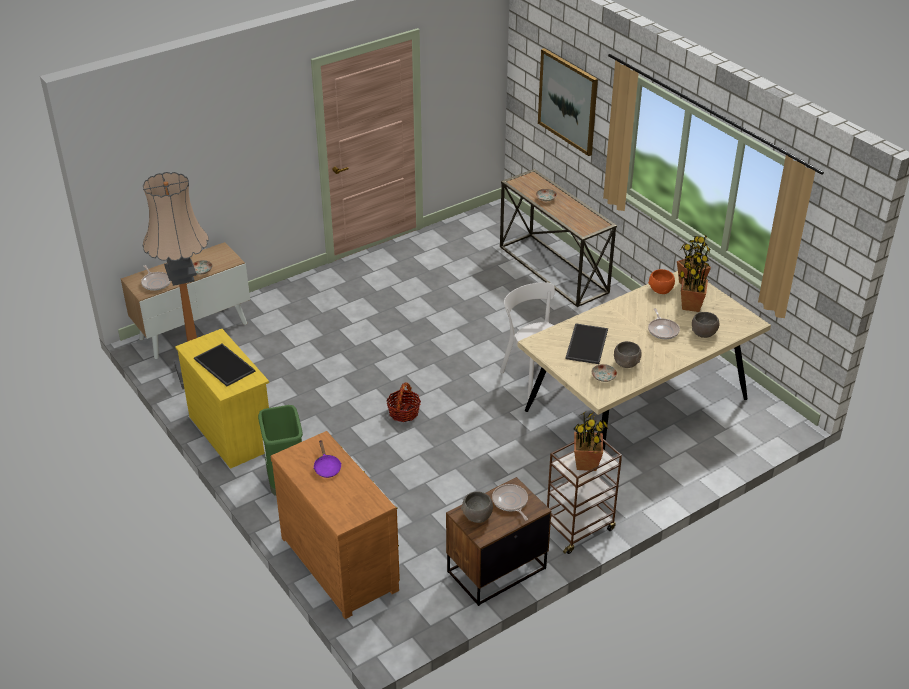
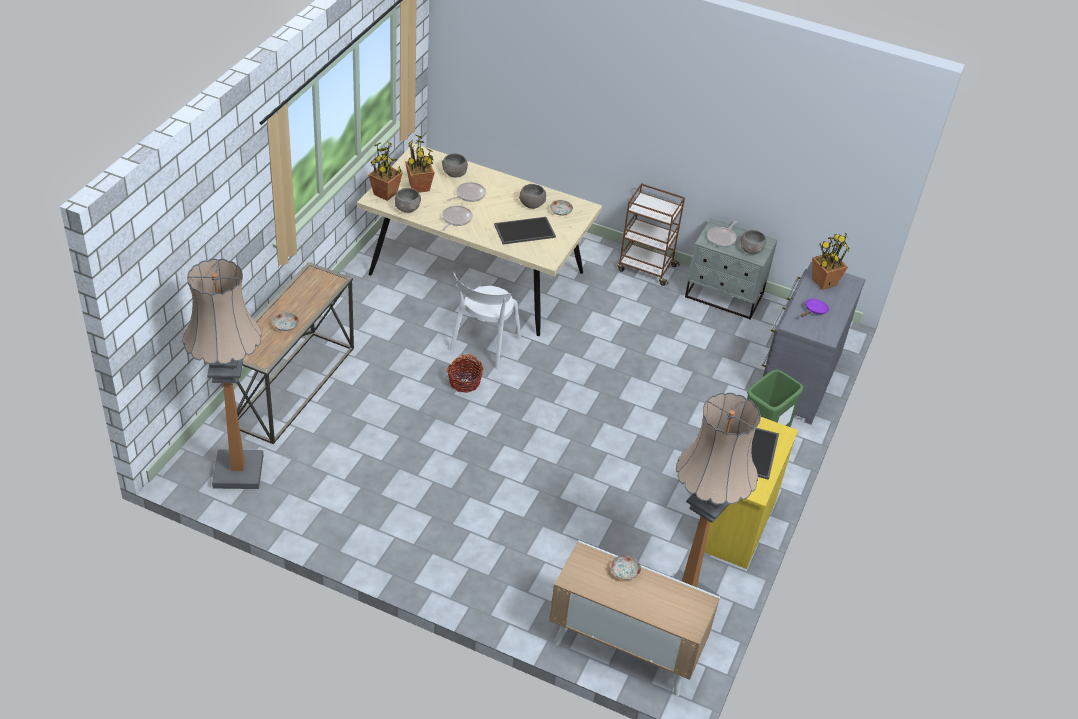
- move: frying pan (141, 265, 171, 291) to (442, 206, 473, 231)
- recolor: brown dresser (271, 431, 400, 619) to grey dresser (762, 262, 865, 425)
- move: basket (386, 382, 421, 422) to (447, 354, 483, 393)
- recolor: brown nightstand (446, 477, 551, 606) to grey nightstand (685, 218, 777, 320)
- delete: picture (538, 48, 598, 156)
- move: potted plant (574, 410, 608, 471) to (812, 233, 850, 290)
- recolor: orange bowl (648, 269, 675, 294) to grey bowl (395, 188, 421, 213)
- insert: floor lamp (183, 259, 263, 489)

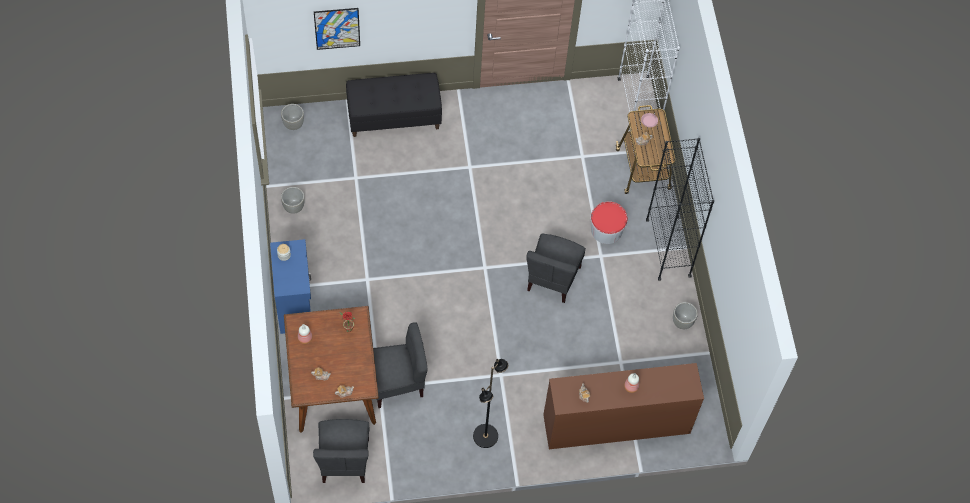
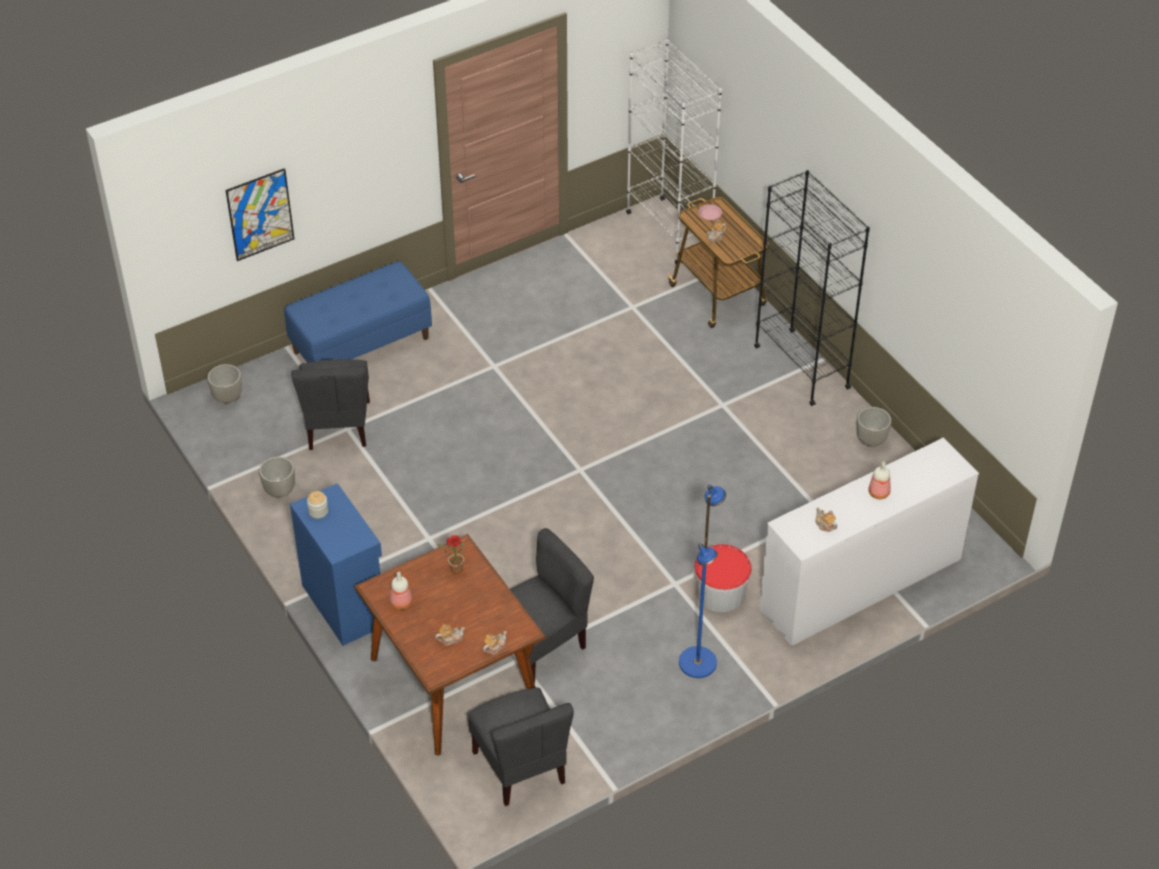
- recolor: black bench (346, 73, 442, 137) to blue bench (284, 261, 432, 363)
- recolor: black floor lamp (473, 359, 508, 448) to blue floor lamp (679, 484, 726, 678)
- move: grey chair (526, 234, 586, 303) to (291, 359, 370, 450)
- recolor: brown dresser (543, 363, 704, 449) to white dresser (759, 438, 979, 646)
- move: bucket (590, 202, 628, 244) to (693, 544, 752, 612)

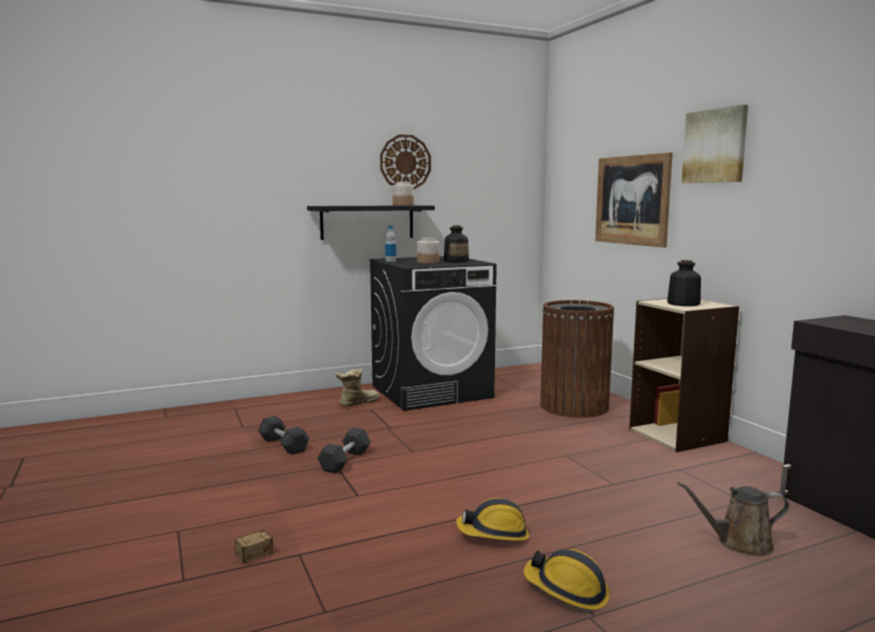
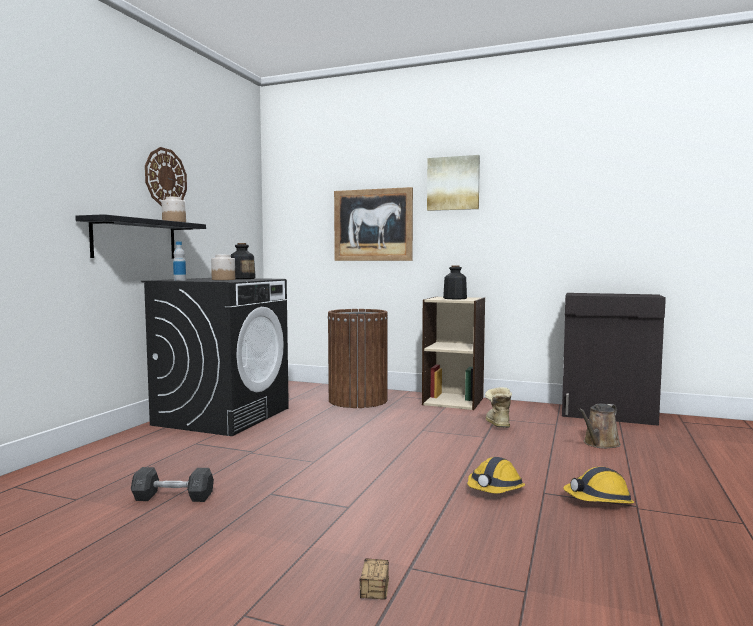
- delete: grey dumbbell (317, 428, 371, 473)
- move: boot (336, 369, 380, 406) to (485, 387, 512, 428)

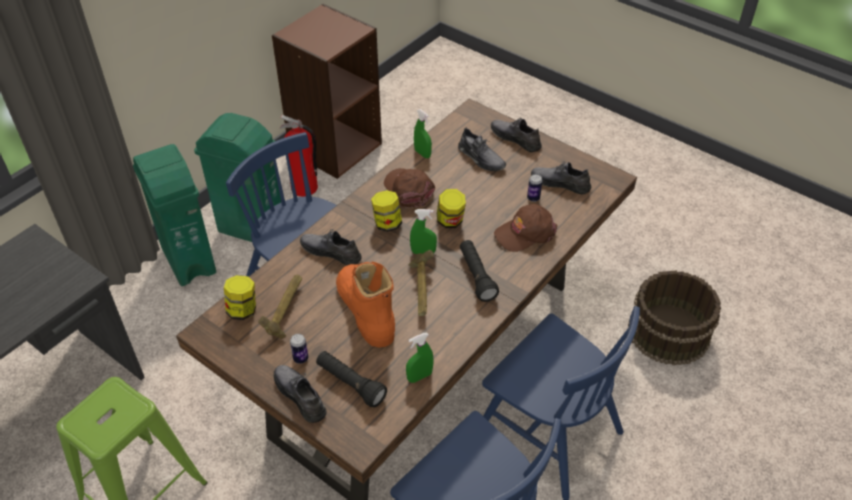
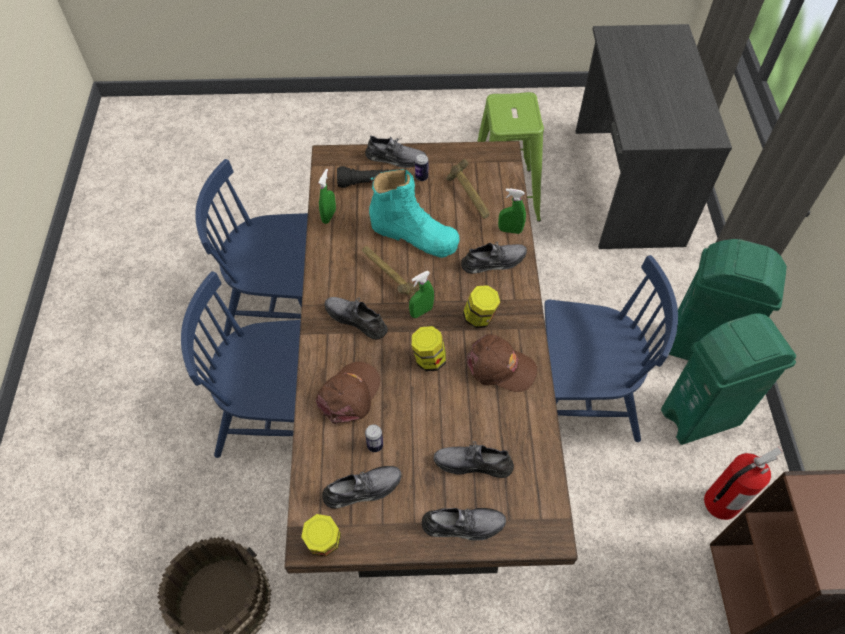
- move: jar (224, 275, 256, 320) to (301, 514, 341, 557)
- recolor: orange boot (336, 261, 395, 347) to turquoise boot (369, 169, 460, 258)
- move: green spray bottle (414, 109, 432, 158) to (498, 188, 526, 234)
- replace: black flashlight (460, 240, 499, 302) to grey shoe (325, 297, 388, 340)

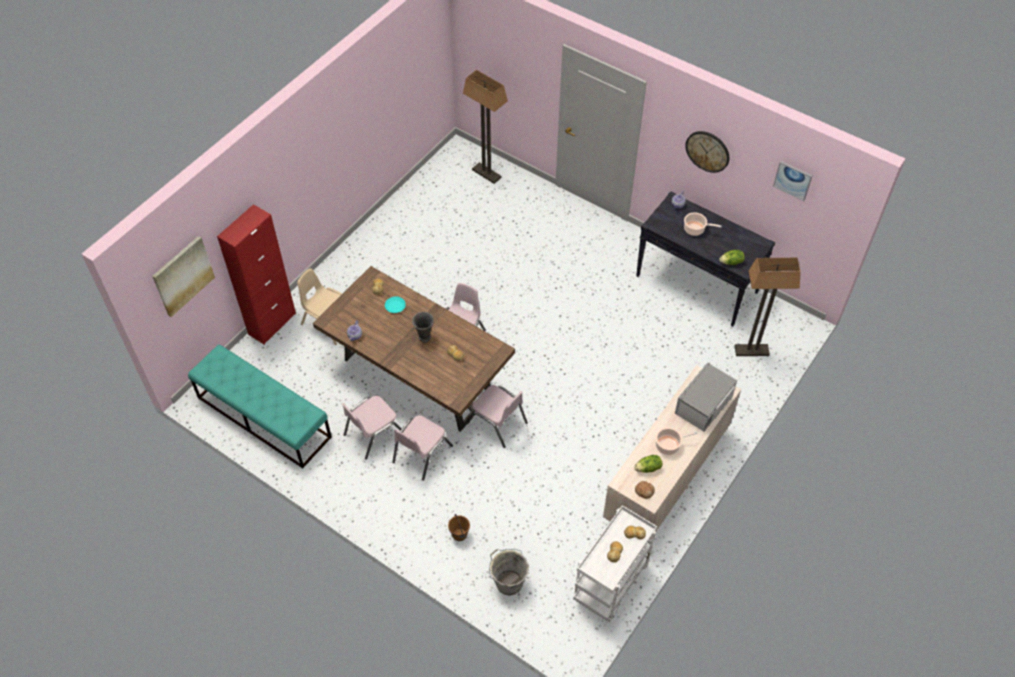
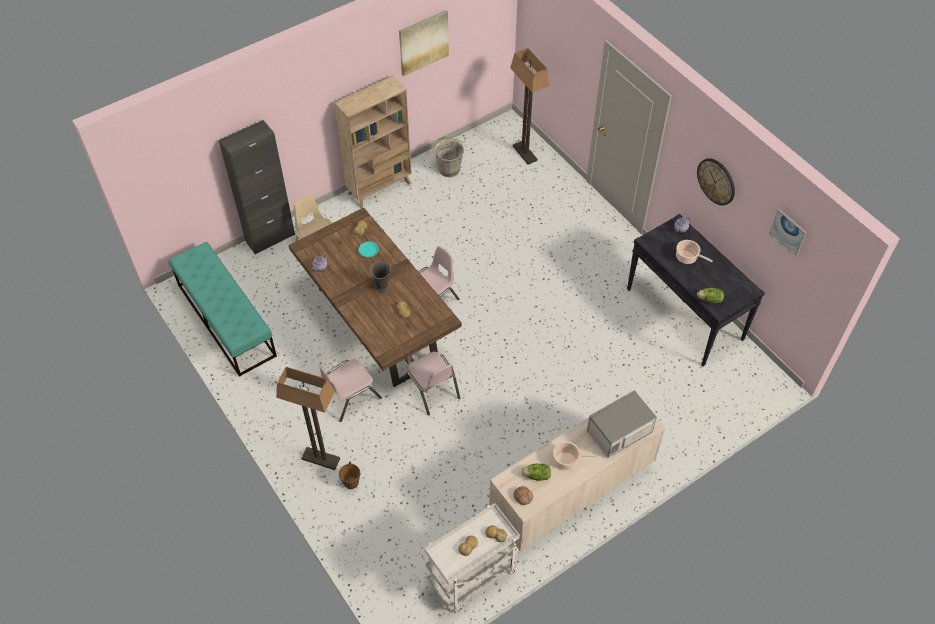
- move: picture (152, 236, 215, 317) to (399, 10, 449, 76)
- recolor: red cabinet (217, 204, 296, 344) to black cabinet (219, 120, 295, 255)
- delete: pink chair (342, 396, 403, 460)
- move: grey bucket (489, 549, 529, 596) to (433, 137, 464, 177)
- move: floor lamp (734, 258, 801, 356) to (276, 367, 340, 470)
- insert: beige bookcase (334, 76, 412, 208)

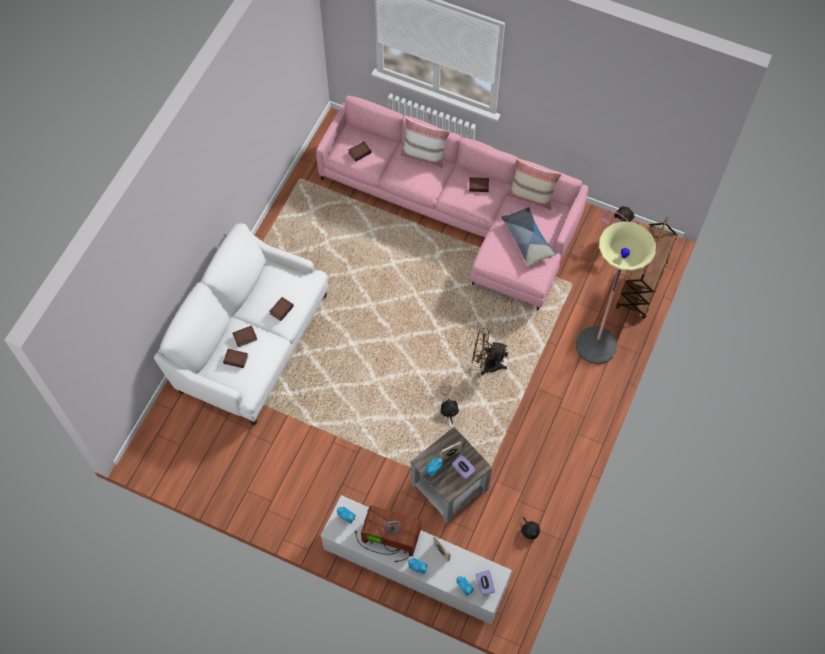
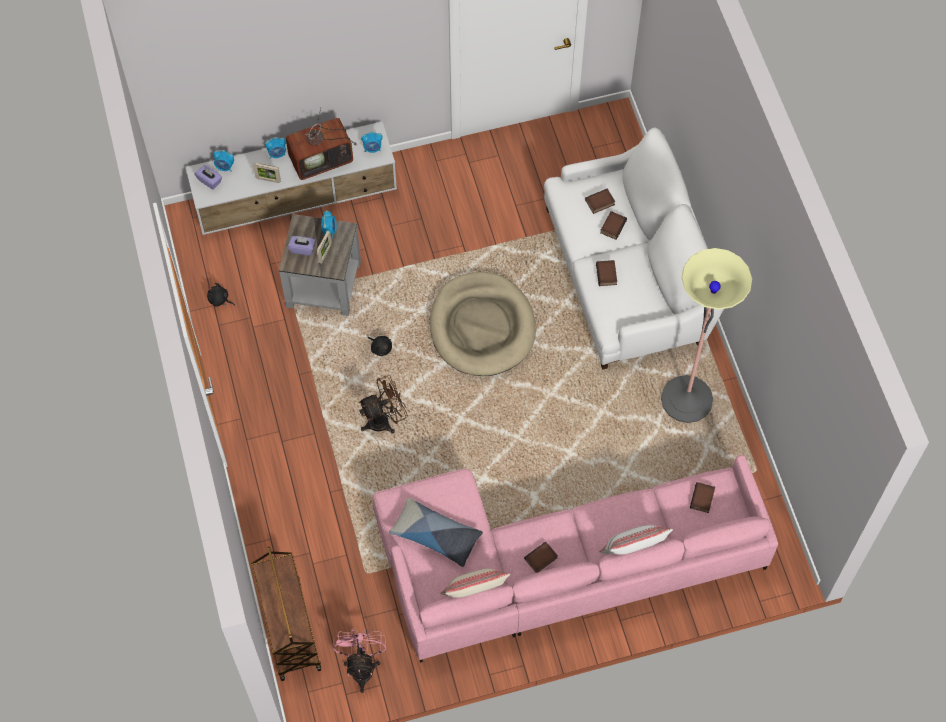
- move: floor lamp (576, 221, 656, 364) to (661, 248, 752, 423)
- insert: beige dog bed (430, 272, 536, 376)

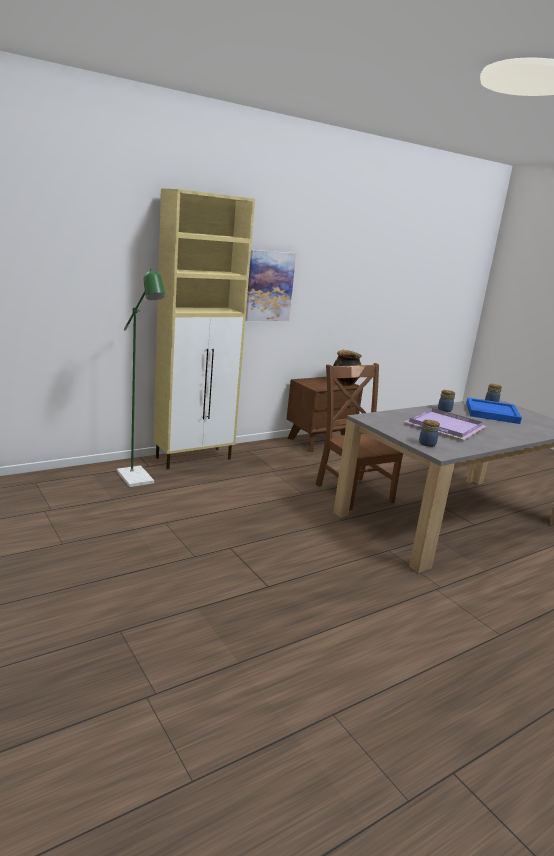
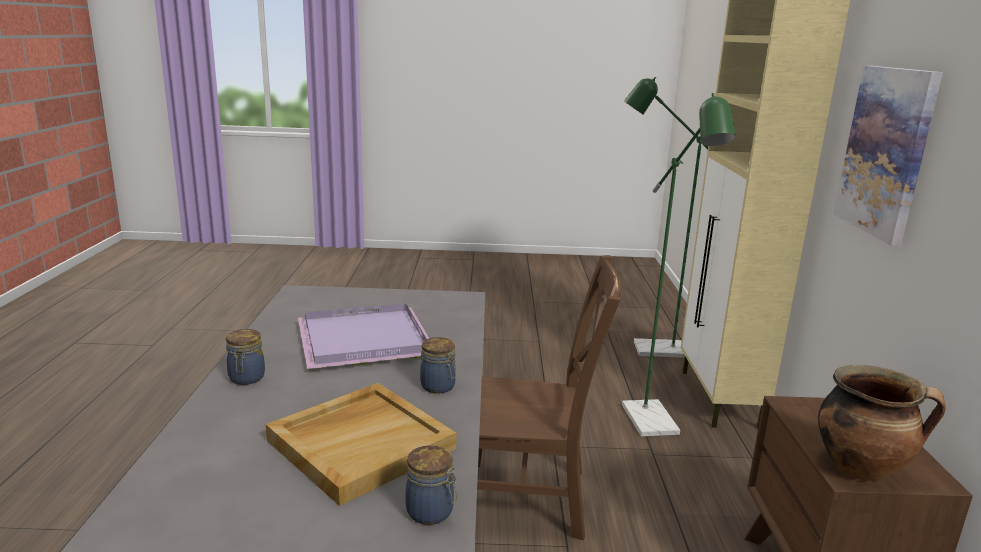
- move: jar (419, 420, 440, 447) to (226, 329, 265, 385)
- recolor: blue tray (466, 398, 522, 424) to beige tray (266, 383, 457, 506)
- insert: green floor lamp (622, 93, 736, 436)

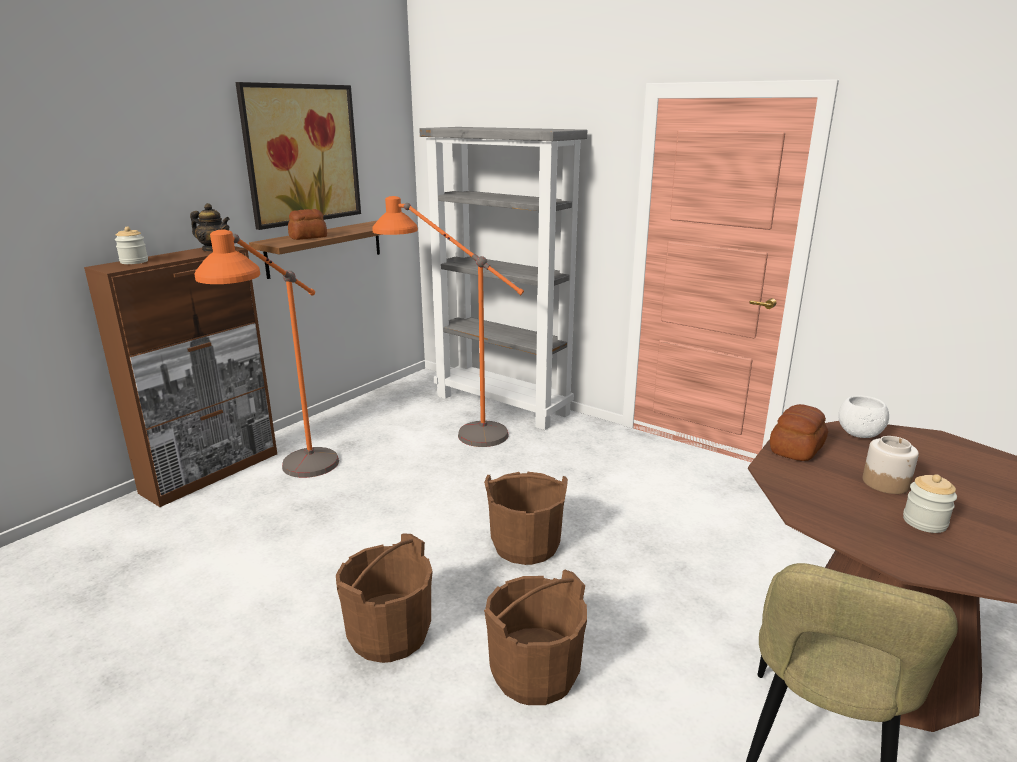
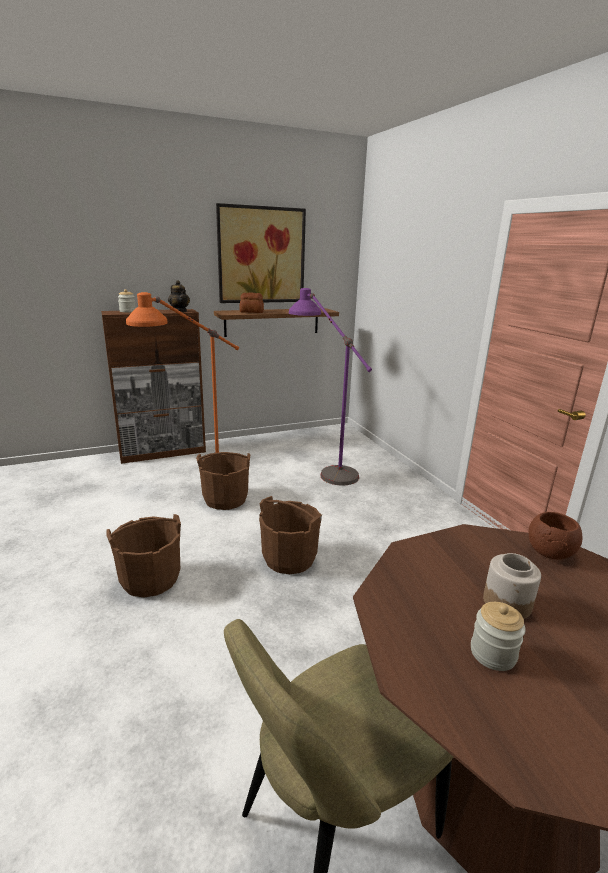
- recolor: orange floor lamp (372, 196, 524, 447) to purple floor lamp (289, 288, 372, 486)
- delete: grey bookcase (419, 127, 587, 430)
- move: brown bucket (484, 570, 587, 705) to (196, 452, 250, 510)
- delete: bread (770, 404, 828, 461)
- recolor: white bowl (838, 395, 889, 438) to brown bowl (528, 512, 583, 560)

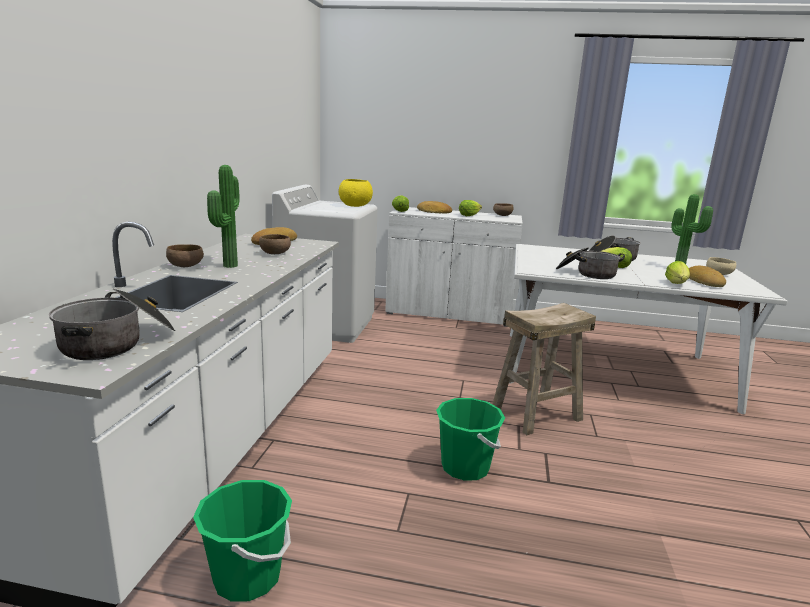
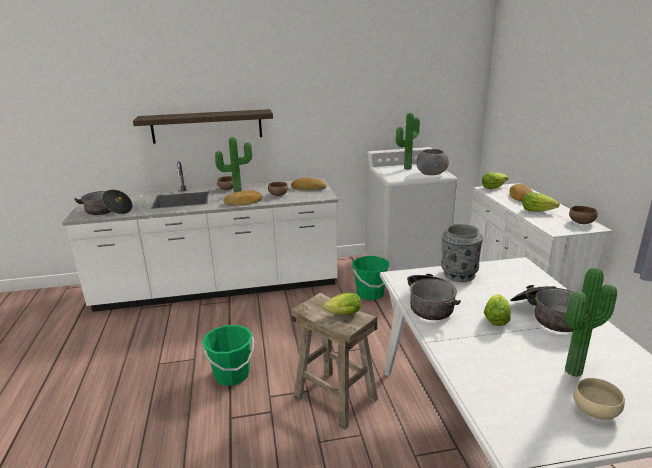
- move: green bucket (193, 480, 292, 602) to (352, 256, 390, 300)
- recolor: yellow bowl (339, 179, 373, 207) to grey bowl (416, 149, 449, 175)
- move: lettuce (665, 261, 690, 284) to (323, 293, 361, 315)
- move: bread (689, 266, 726, 287) to (224, 191, 262, 205)
- insert: shelf (133, 109, 273, 144)
- insert: potted plant (396, 113, 420, 170)
- insert: grey vase (441, 224, 483, 282)

